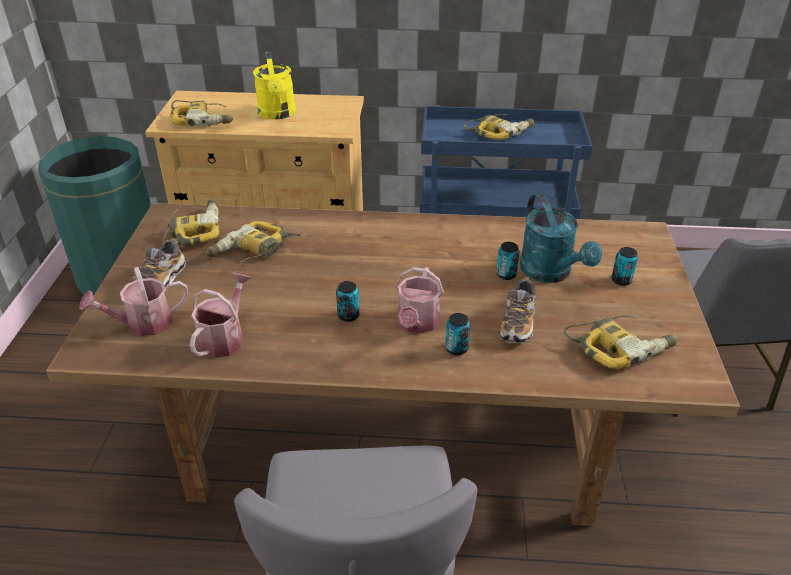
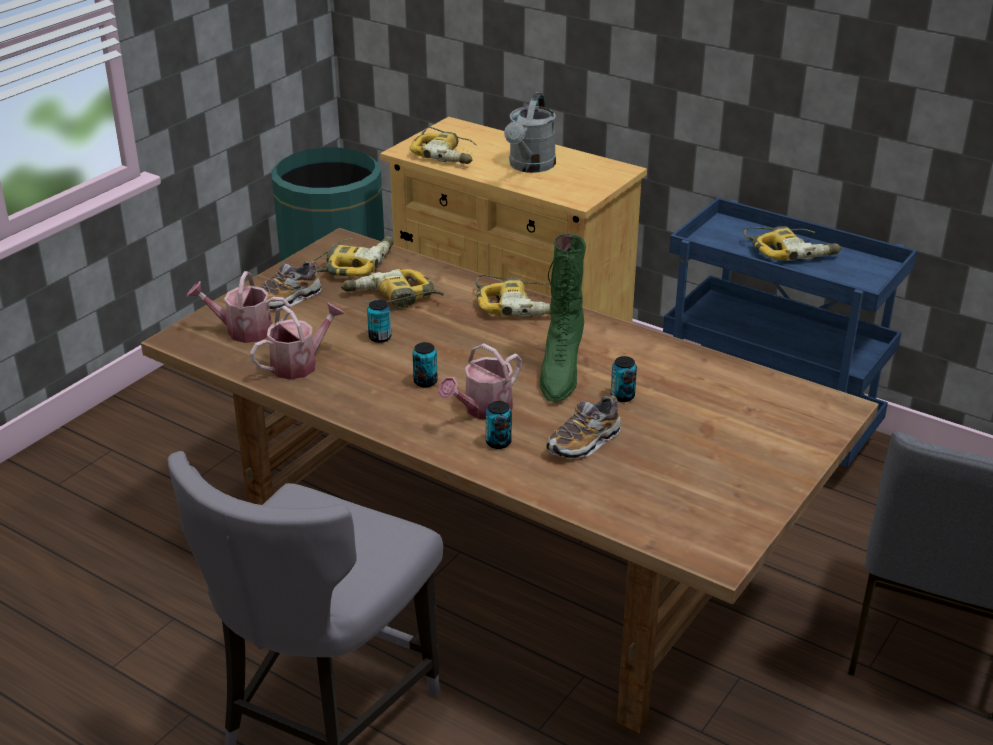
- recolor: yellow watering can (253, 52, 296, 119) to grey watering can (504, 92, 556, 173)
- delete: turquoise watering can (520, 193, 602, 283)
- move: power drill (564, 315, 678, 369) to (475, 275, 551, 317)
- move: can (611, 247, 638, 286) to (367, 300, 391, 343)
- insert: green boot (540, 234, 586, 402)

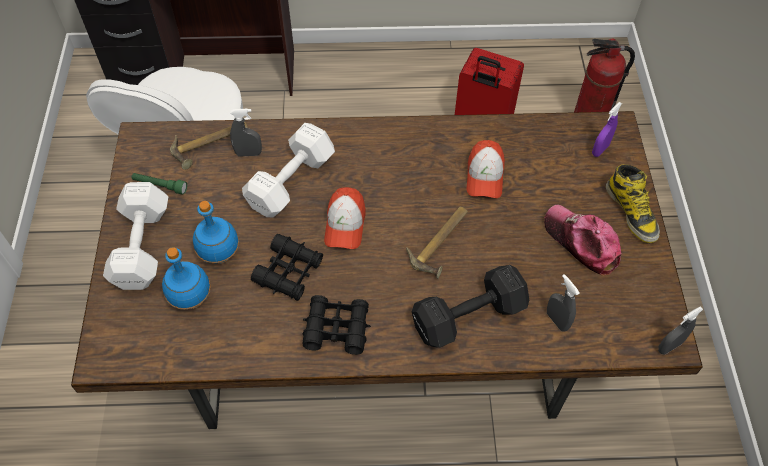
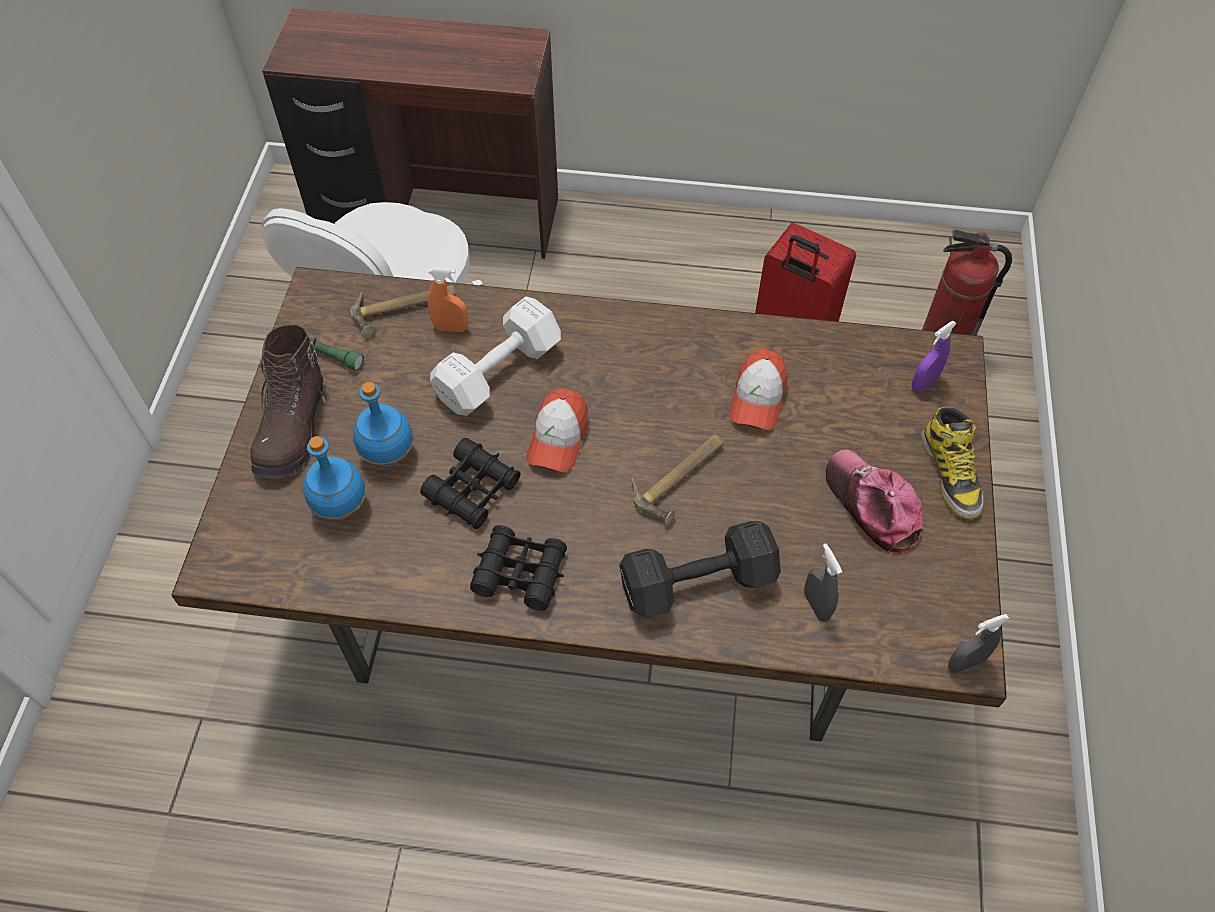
- replace: white dumbbell (103, 182, 168, 290) to brown boot (250, 325, 326, 478)
- recolor: grey spray bottle (230, 109, 262, 157) to orange spray bottle (428, 267, 468, 332)

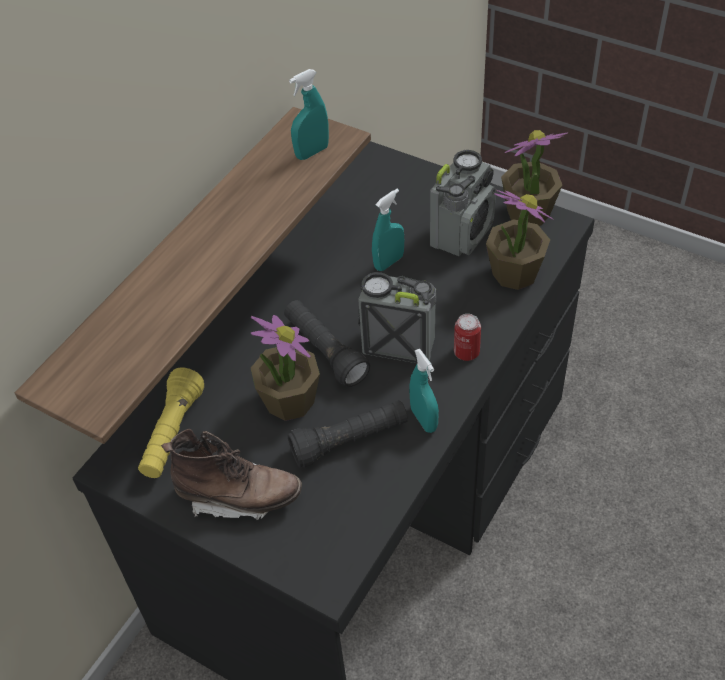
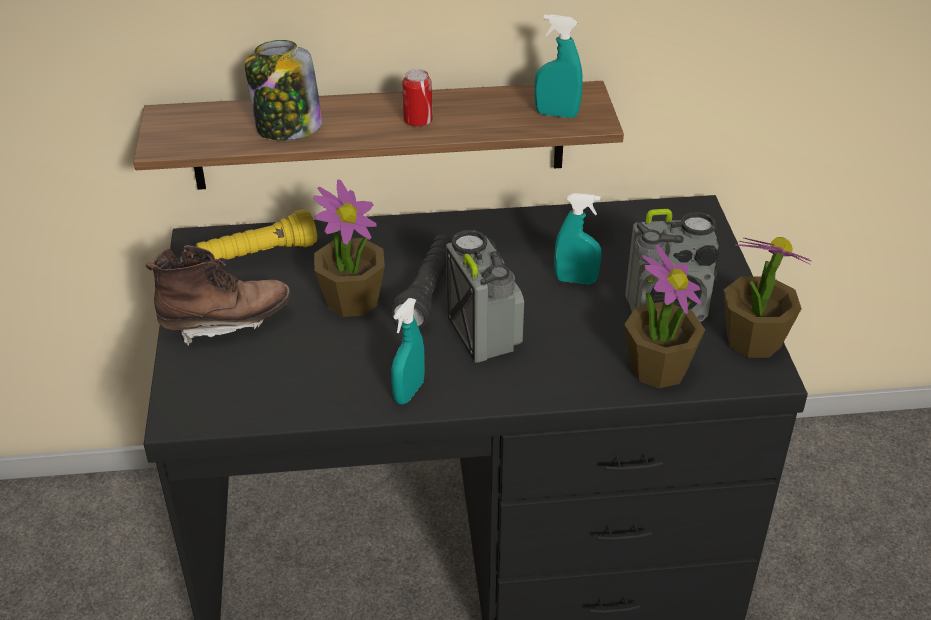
- rotate: brown boot (161, 429, 302, 520) = (145, 245, 290, 346) 75 degrees counterclockwise
- delete: black flashlight (288, 400, 408, 468)
- move: can (454, 314, 481, 361) to (402, 69, 432, 127)
- insert: jar (245, 40, 322, 140)

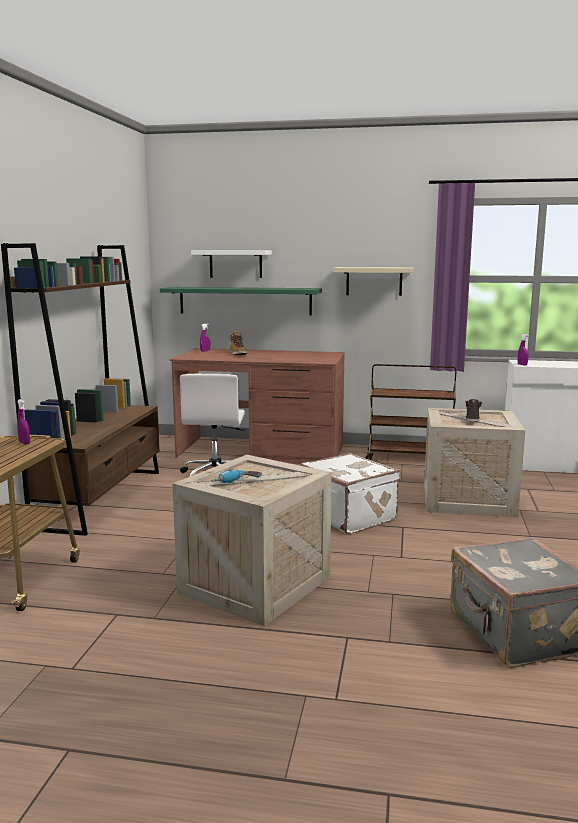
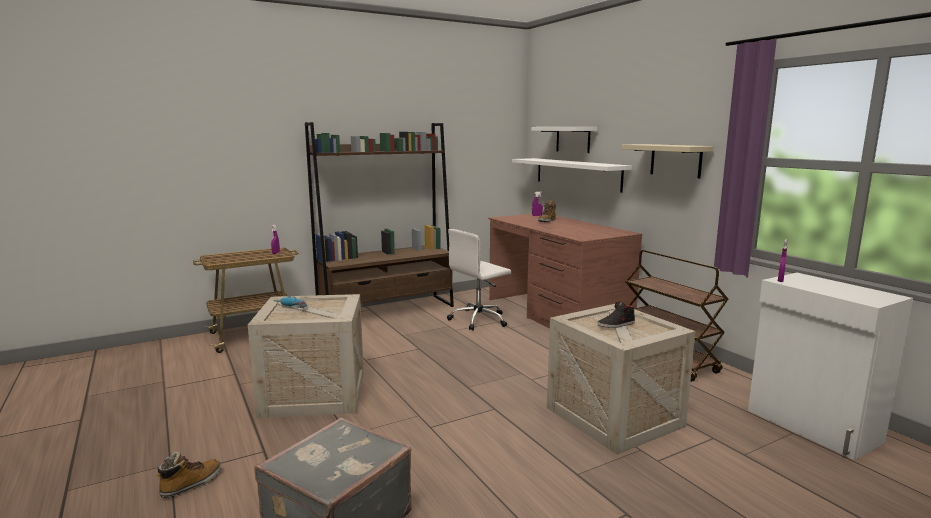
- recolor: green shelf (160, 287, 322, 316) to white shelf (512, 158, 632, 193)
- delete: white suitcase (301, 453, 401, 534)
- insert: boot (156, 451, 221, 498)

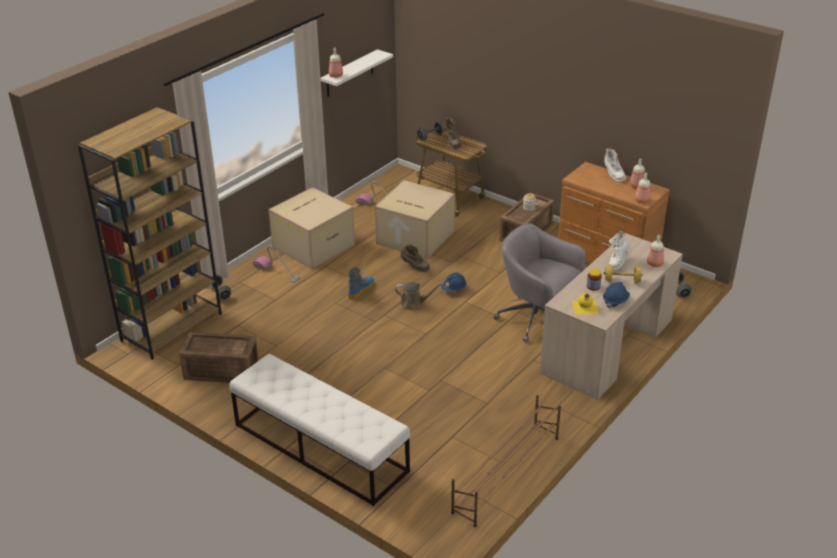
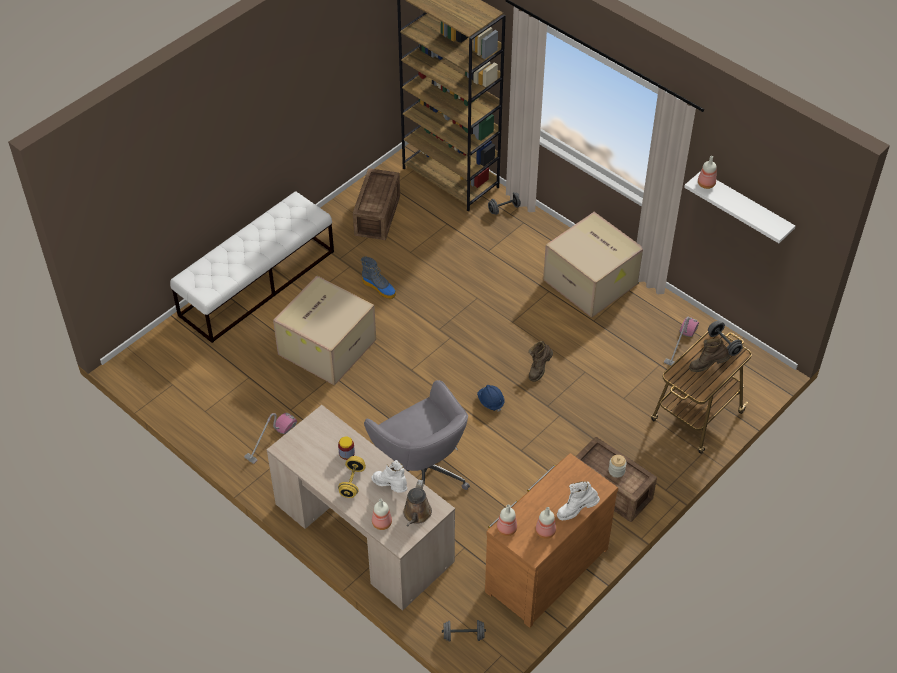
- move: vacuum cleaner (253, 245, 300, 283) to (244, 413, 297, 464)
- move: boot (348, 267, 374, 300) to (361, 256, 396, 299)
- move: cardboard box (375, 180, 455, 259) to (273, 276, 376, 386)
- move: brown watering can (395, 282, 443, 311) to (403, 480, 432, 526)
- delete: brown shoe rack (451, 395, 561, 527)
- rotate: grey office chair (493, 224, 586, 343) = (364, 380, 470, 490) 105 degrees clockwise
- delete: yellow bottle (572, 293, 599, 314)
- delete: blue hard hat (603, 282, 630, 308)

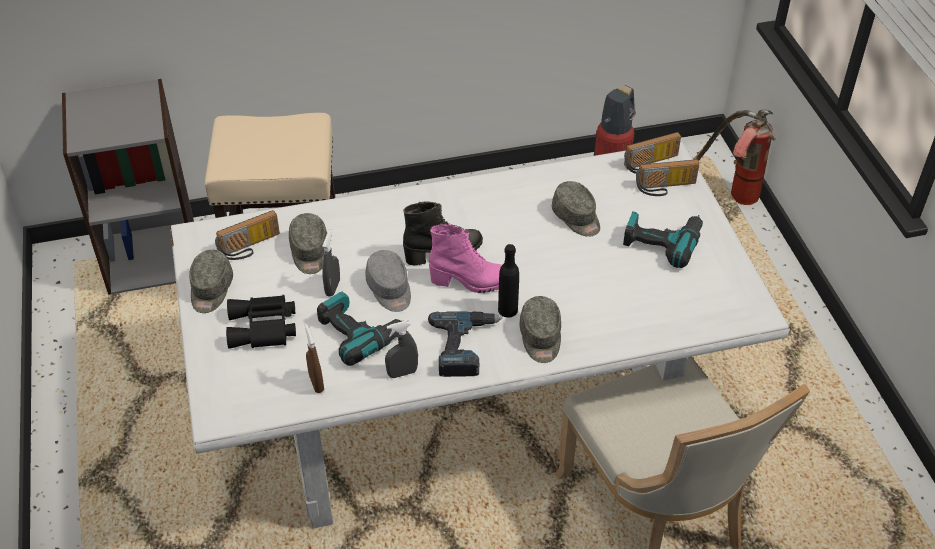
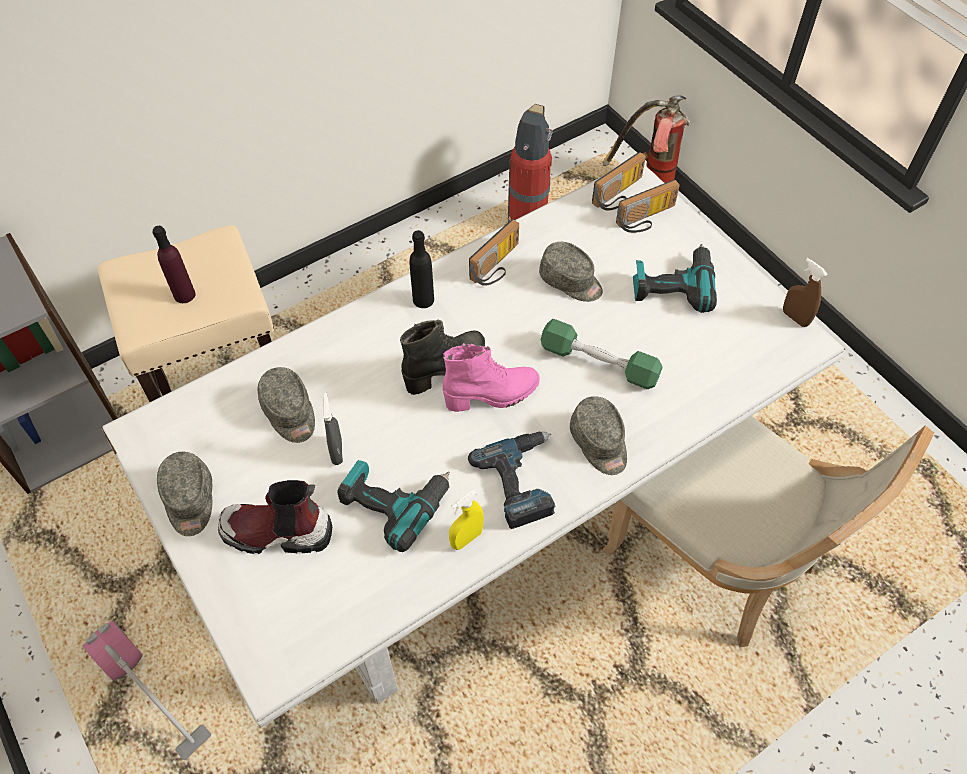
- move: radio (215, 210, 280, 260) to (469, 220, 519, 286)
- replace: black binoculars (226, 295, 296, 349) to boot (218, 480, 332, 554)
- move: brown spray bottle (304, 324, 324, 393) to (783, 258, 827, 327)
- delete: grey cap (365, 250, 411, 312)
- recolor: grey spray bottle (385, 321, 418, 378) to yellow spray bottle (449, 490, 484, 550)
- move: black bottle (498, 244, 519, 318) to (409, 230, 434, 308)
- insert: vacuum cleaner (83, 621, 211, 760)
- insert: purple bottle (153, 226, 196, 303)
- insert: green dumbbell (541, 319, 663, 389)

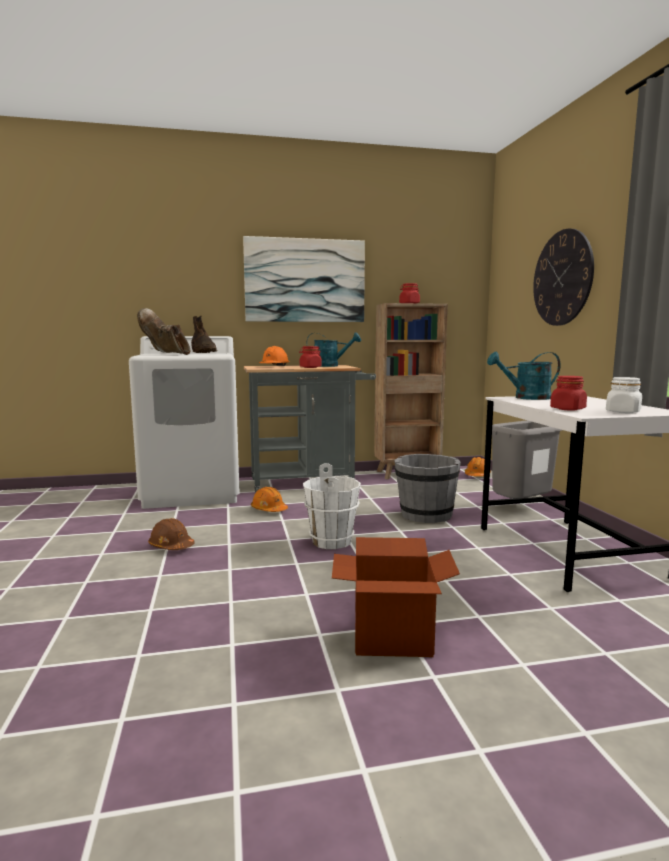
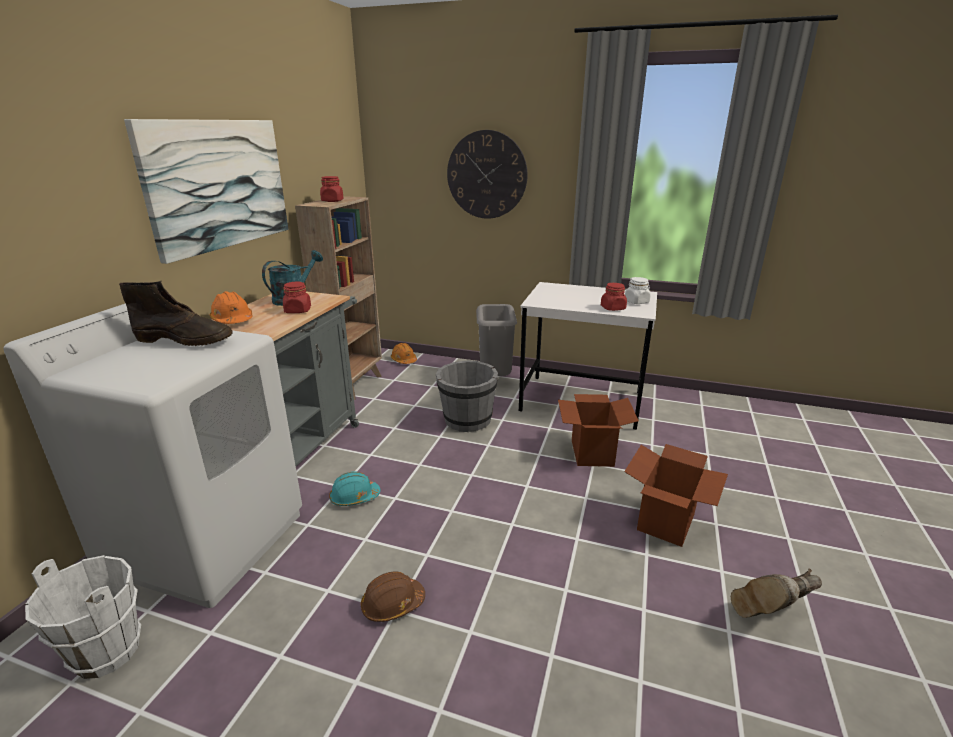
- move: brown boot (137, 308, 191, 355) to (731, 568, 822, 618)
- recolor: orange hard hat (251, 487, 288, 512) to turquoise hard hat (329, 472, 381, 506)
- move: white bucket (303, 463, 361, 549) to (25, 555, 141, 679)
- delete: turquoise watering can (487, 352, 561, 400)
- insert: cardboard box (558, 394, 639, 467)

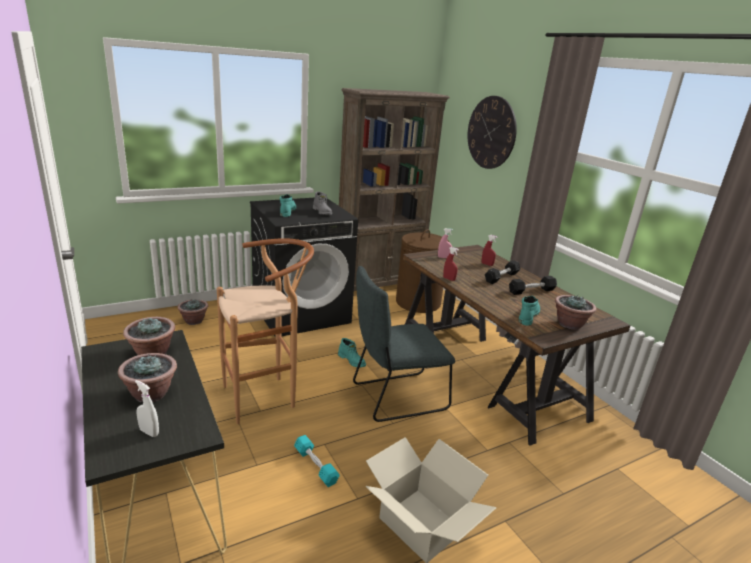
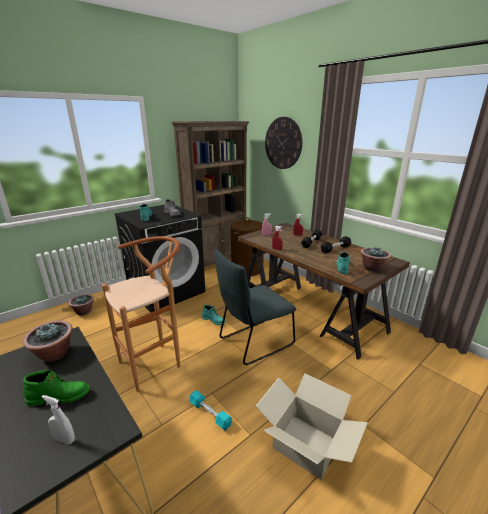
- replace: potted plant (118, 353, 177, 403) to green boot (23, 370, 90, 407)

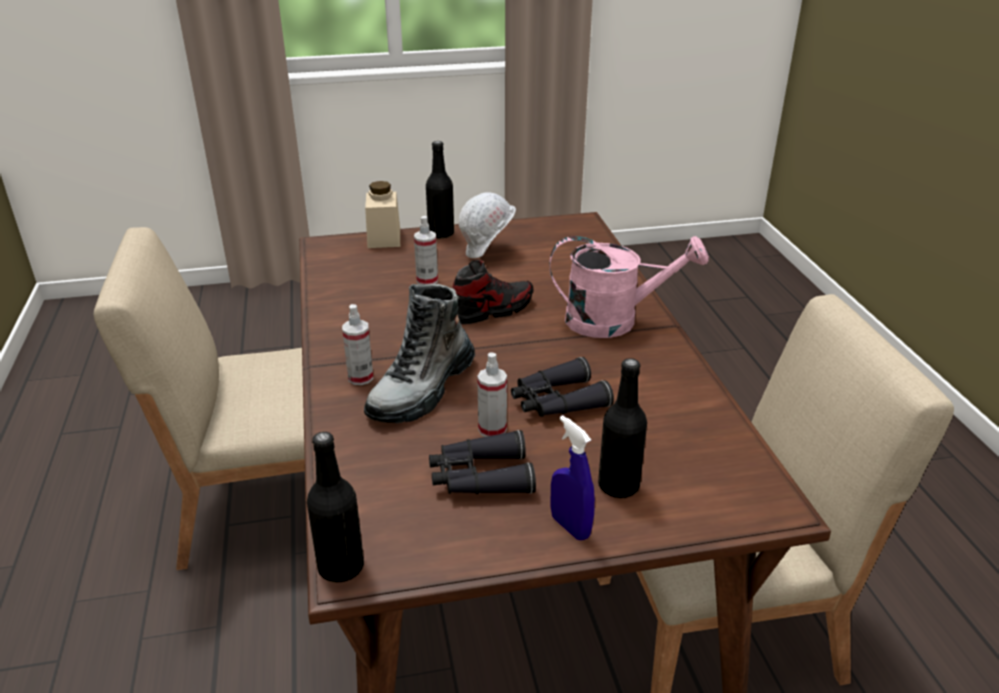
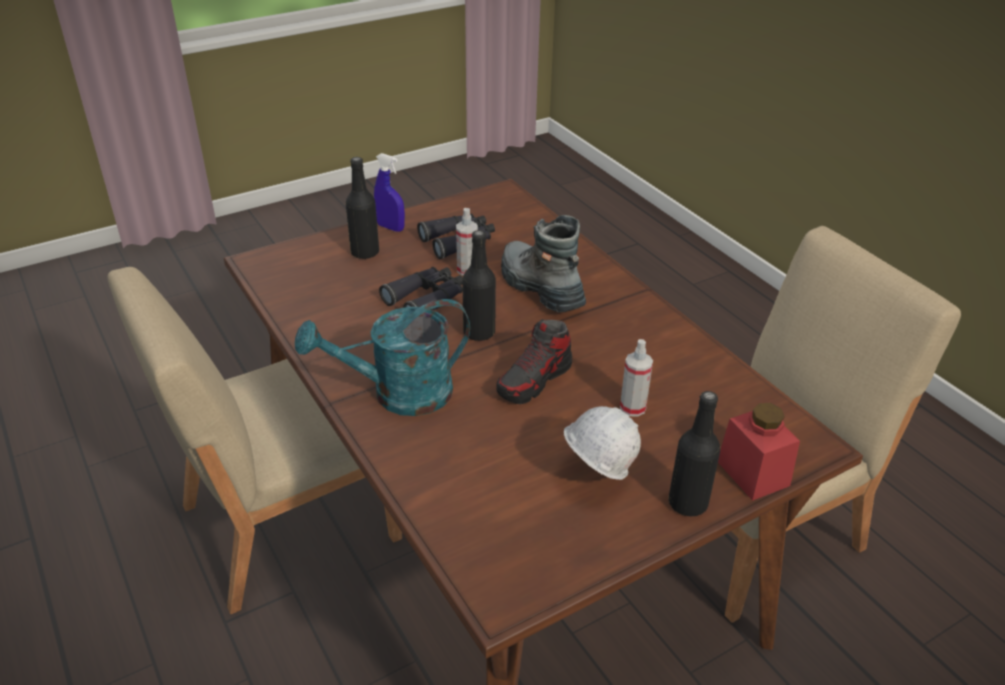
- move: black bottle (307, 432, 364, 583) to (462, 230, 496, 341)
- delete: spray bottle (342, 304, 373, 385)
- rotate: boot (364, 284, 475, 423) = (501, 215, 586, 312) 45 degrees counterclockwise
- recolor: beige jar (365, 181, 400, 248) to red jar (718, 403, 800, 501)
- recolor: pink watering can (550, 236, 709, 338) to turquoise watering can (295, 299, 470, 416)

